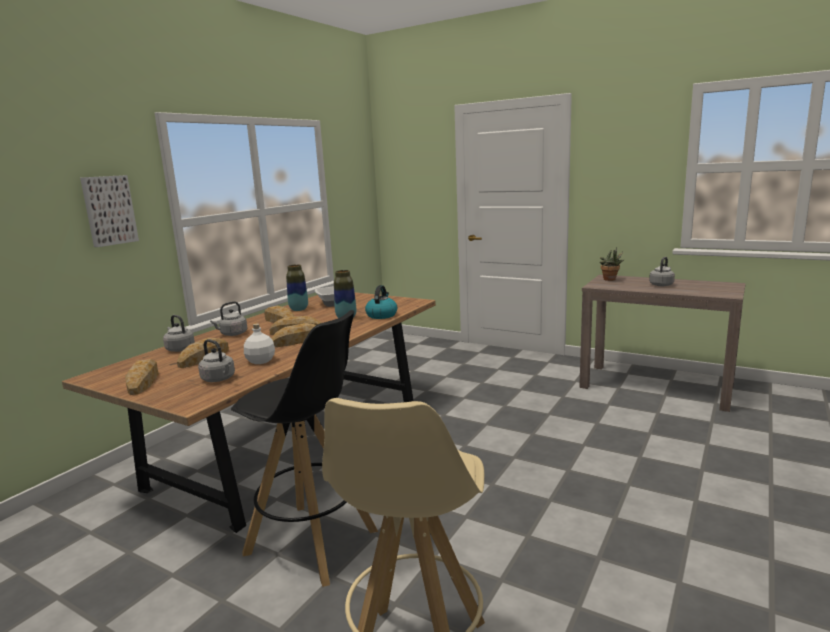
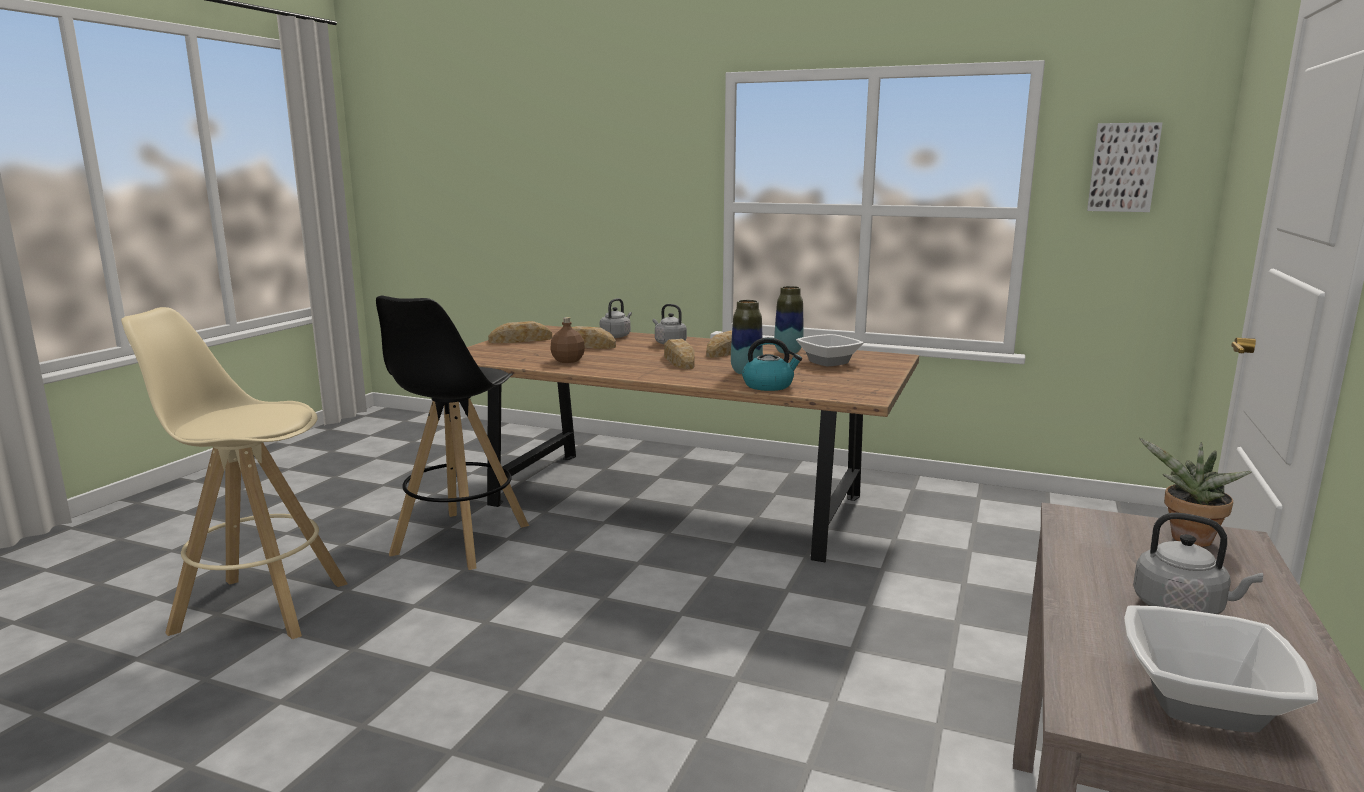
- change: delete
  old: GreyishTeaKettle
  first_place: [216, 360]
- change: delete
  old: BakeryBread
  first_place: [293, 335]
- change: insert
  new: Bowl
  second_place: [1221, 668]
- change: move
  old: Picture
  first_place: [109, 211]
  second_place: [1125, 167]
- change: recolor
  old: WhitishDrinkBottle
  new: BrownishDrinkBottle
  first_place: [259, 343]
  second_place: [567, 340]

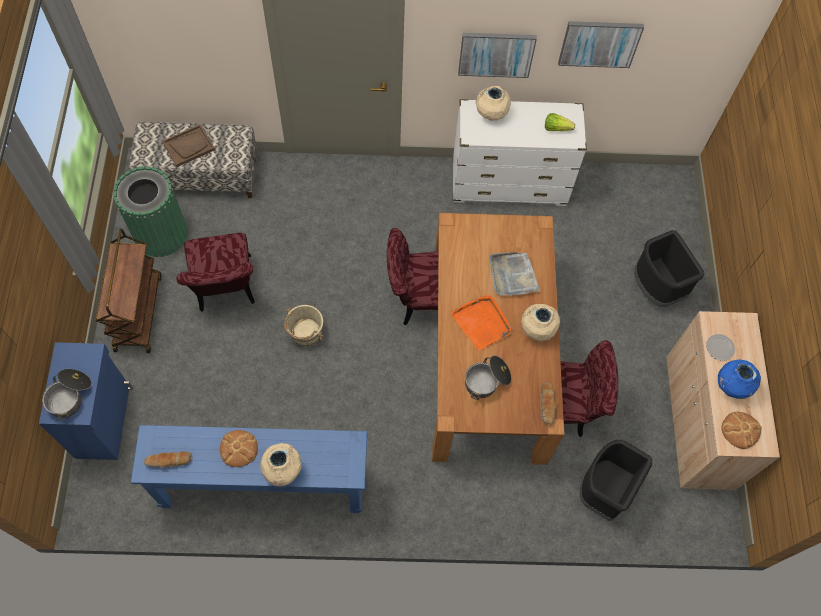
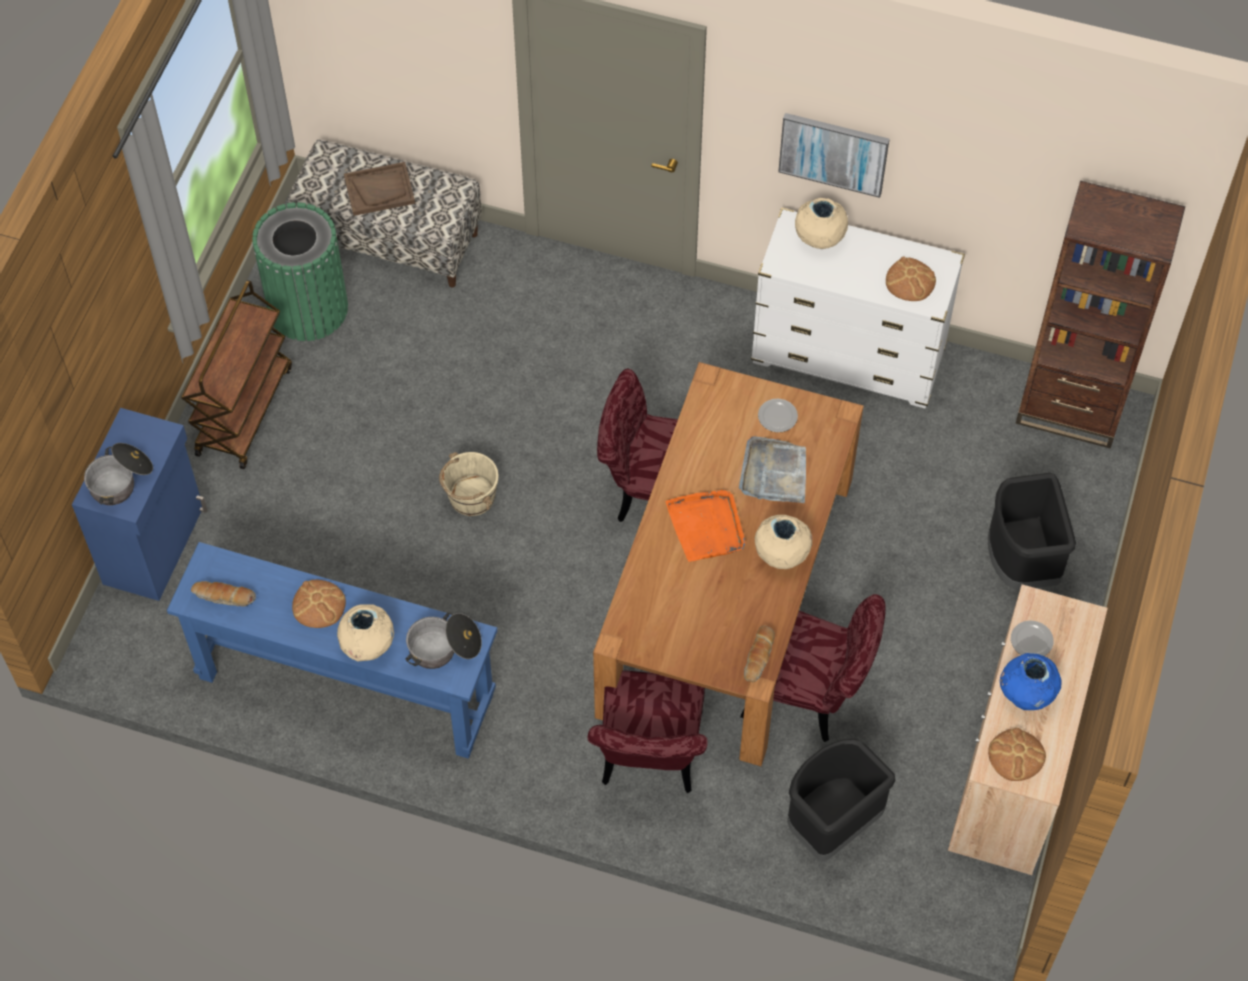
- change: delete
  old: Picture
  first_place: [601, 44]
- change: insert
  new: FlatDish
  second_place: [778, 415]
- change: insert
  new: BrownishShelvingUnit
  second_place: [1100, 314]
- change: move
  old: RedUprightChair
  first_place: [216, 272]
  second_place: [647, 731]
- change: move
  old: CookingPot
  first_place: [488, 378]
  second_place: [444, 641]
- change: replace
  old: HeadOfLettuce
  new: BakeryBread
  first_place: [560, 122]
  second_place: [911, 279]

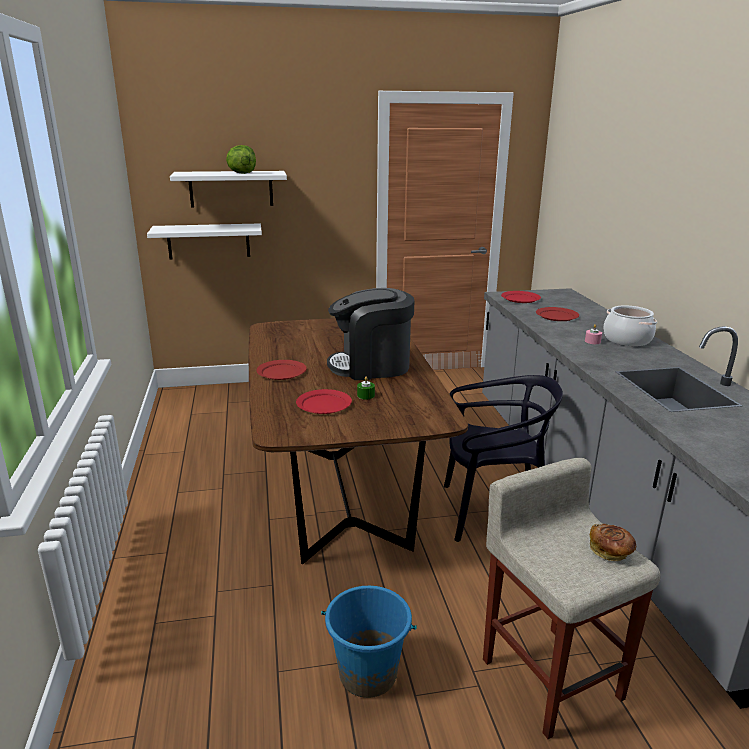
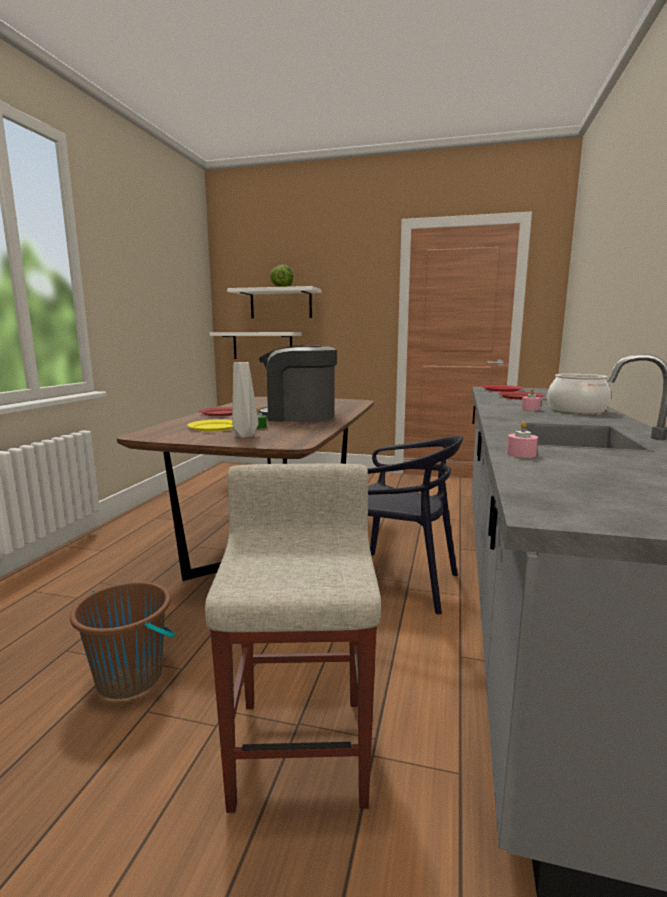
- change: delete
  old: BakeryBread
  first_place: [613, 542]
- change: insert
  new: GreyishVase
  second_place: [245, 400]
- change: insert
  new: PinkWaxLight
  second_place: [522, 439]
- change: recolor
  old: RedFlatDish
  new: YellowColouredFlatDish
  first_place: [324, 401]
  second_place: [210, 425]
- change: recolor
  old: BlueBucket
  new: BrownishBucket
  first_place: [369, 642]
  second_place: [122, 640]

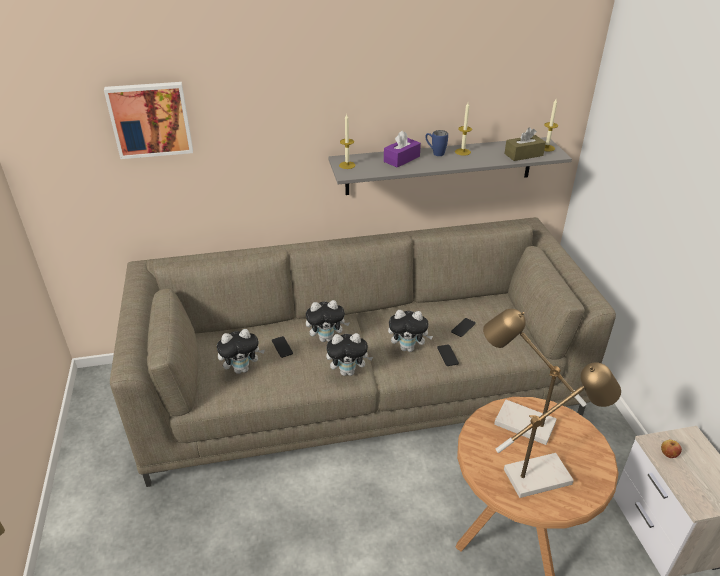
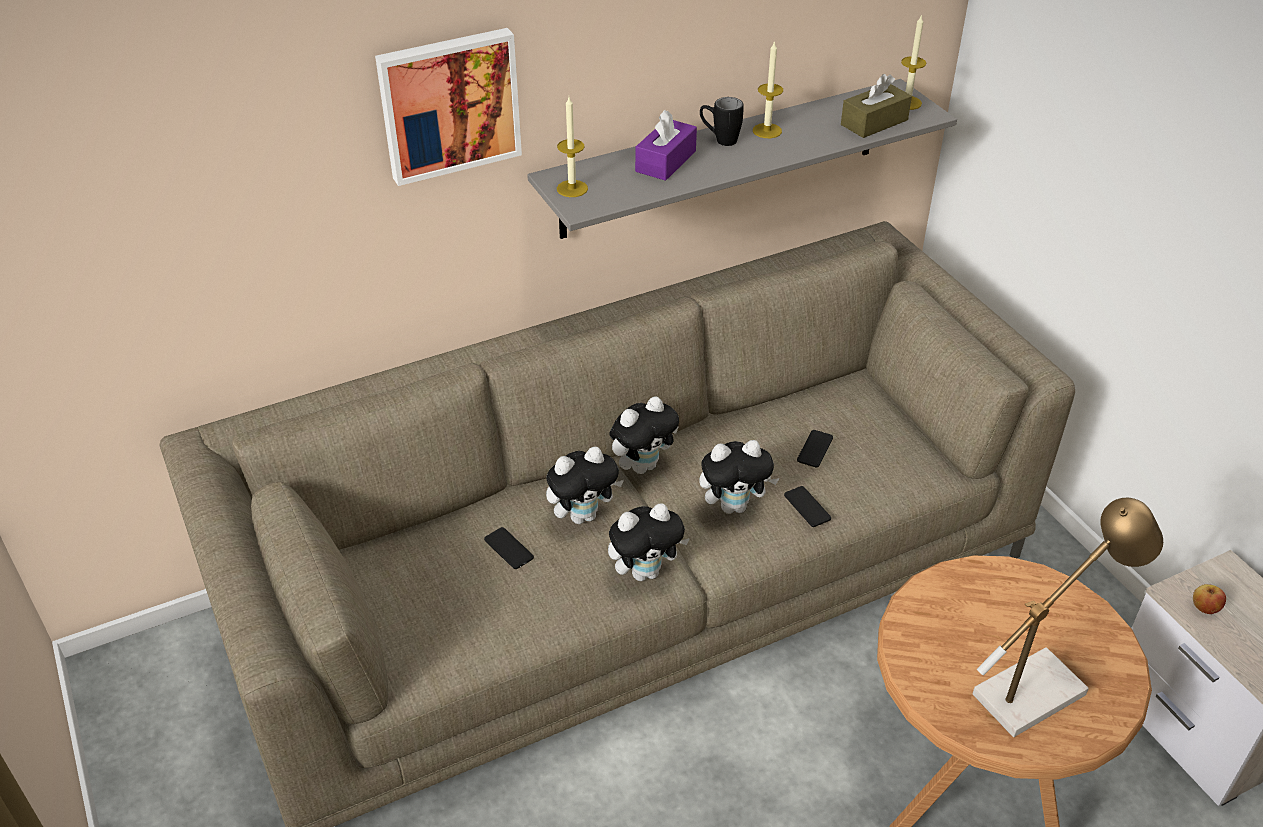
- change: delete
  old: TableLamp
  first_place: [535, 377]
- change: move
  old: Picture
  first_place: [148, 120]
  second_place: [448, 107]
- change: move
  old: CuddlyToy
  first_place: [241, 351]
  second_place: [644, 435]
- change: recolor
  old: BlueCoffeeMug
  new: BlackishCoffeeMug
  first_place: [437, 143]
  second_place: [722, 121]

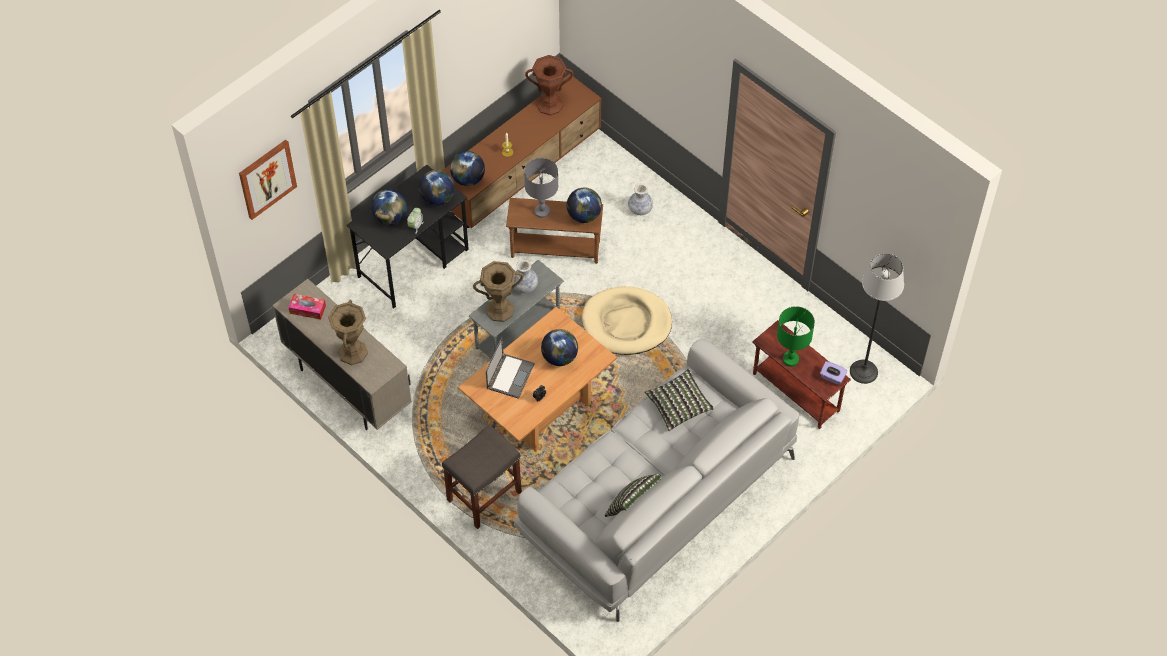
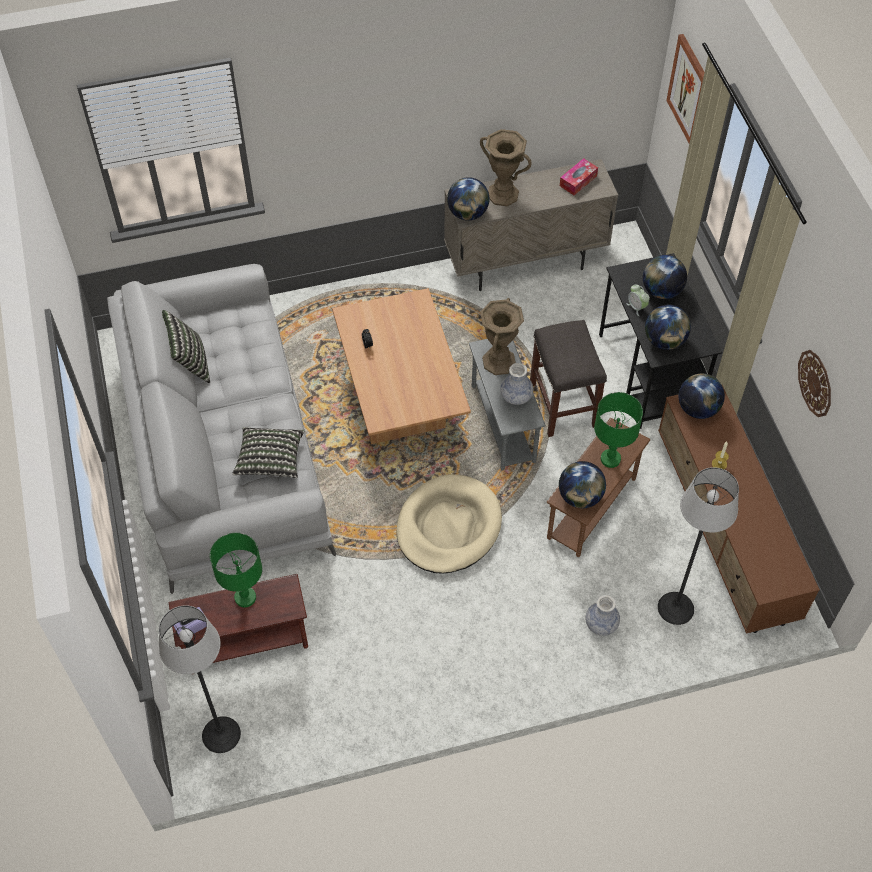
- change: delete
  old: NotebookComputer
  first_place: [510, 368]
- change: delete
  old: BrownishVase
  first_place: [549, 85]
- change: insert
  new: FloorLamp
  second_place: [698, 546]
- change: insert
  new: WallClock
  second_place: [814, 383]
- change: move
  old: GreyishStool
  first_place: [482, 477]
  second_place: [568, 378]
- change: move
  old: Globe
  first_place: [559, 347]
  second_place: [468, 199]
- change: recolor
  old: GreyishTableLamp
  new: GreenColouredTableLamp
  first_place: [541, 188]
  second_place: [618, 430]

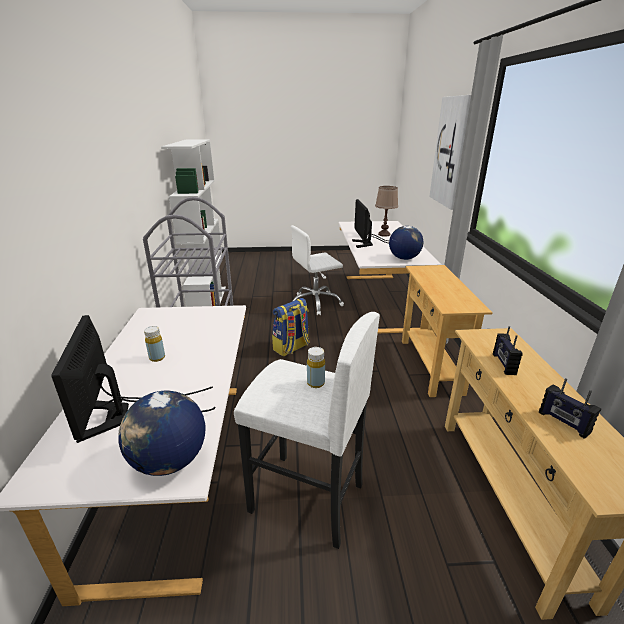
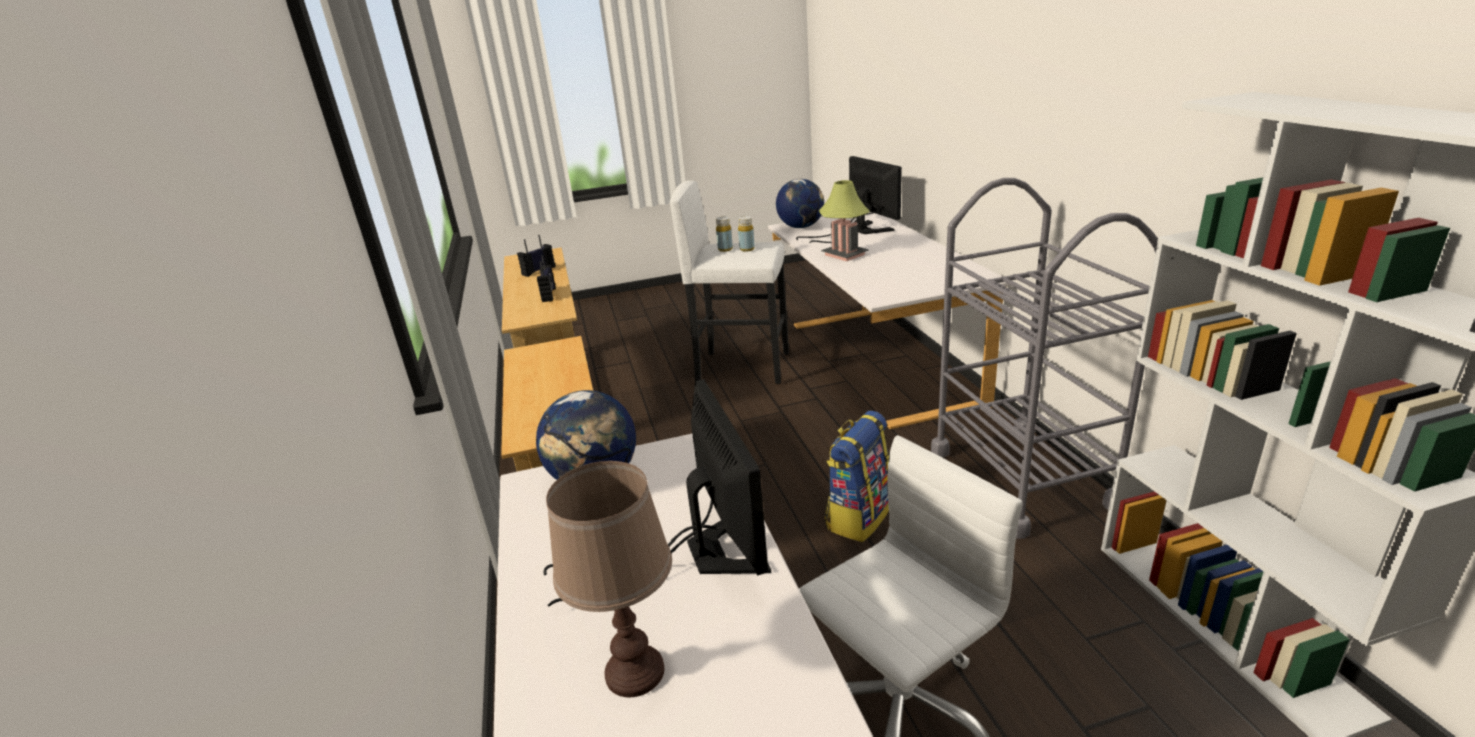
- change: delete
  old: Picture
  first_place: [450, 152]
- change: insert
  new: TableLamp
  second_place: [844, 220]
- change: move
  old: YellowColouredDrinkBottle
  first_place: [154, 344]
  second_place: [746, 234]
- change: rotate
  old: RadioReceiver
  first_place: [570, 408]
  second_place: [536, 256]
  degrees: -90

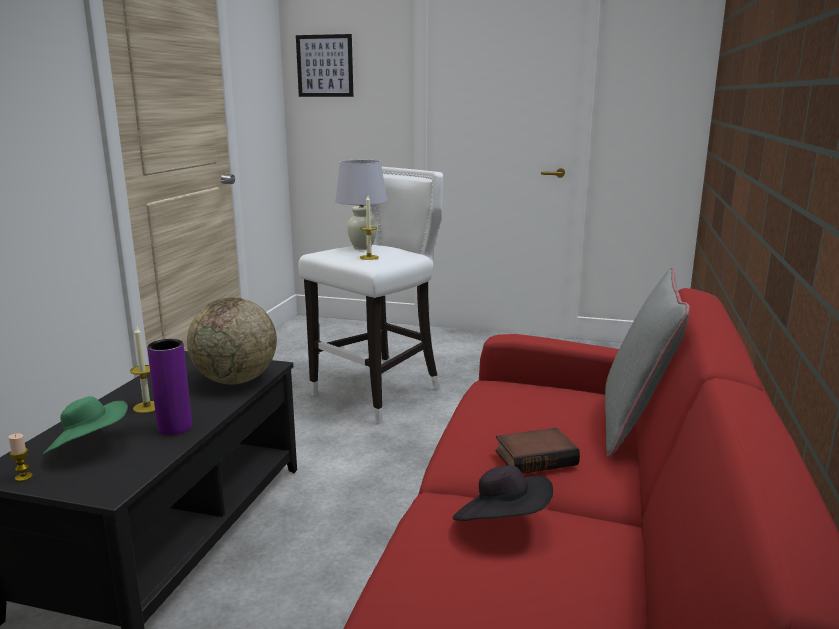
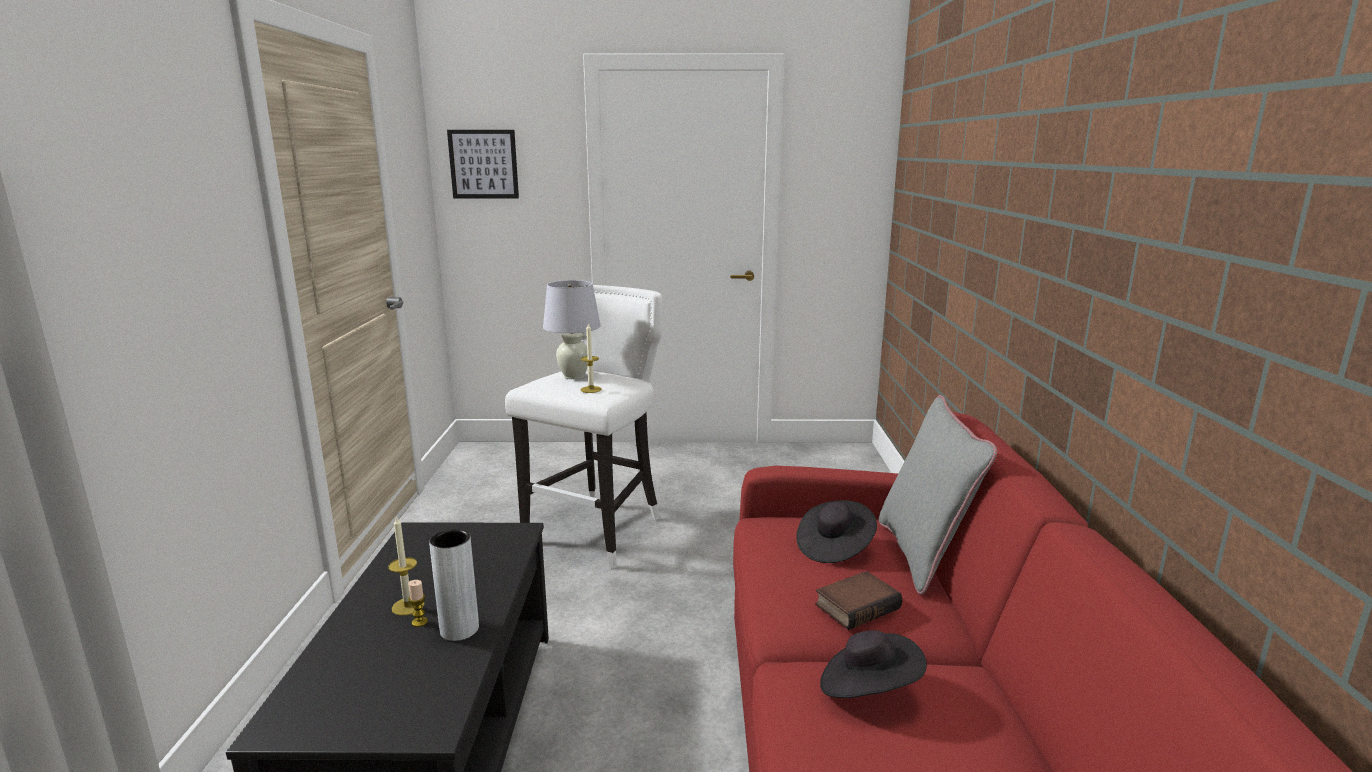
- change: delete
  old: GreenColouredClothingHat
  first_place: [85, 425]
- change: delete
  old: Globe
  first_place: [232, 341]
- change: insert
  new: BlackishClothingHat
  second_place: [836, 531]
- change: move
  old: WaxLight
  first_place: [20, 457]
  second_place: [418, 603]
- change: recolor
  old: PurplishVase
  new: GreyishVase
  first_place: [169, 387]
  second_place: [454, 585]

